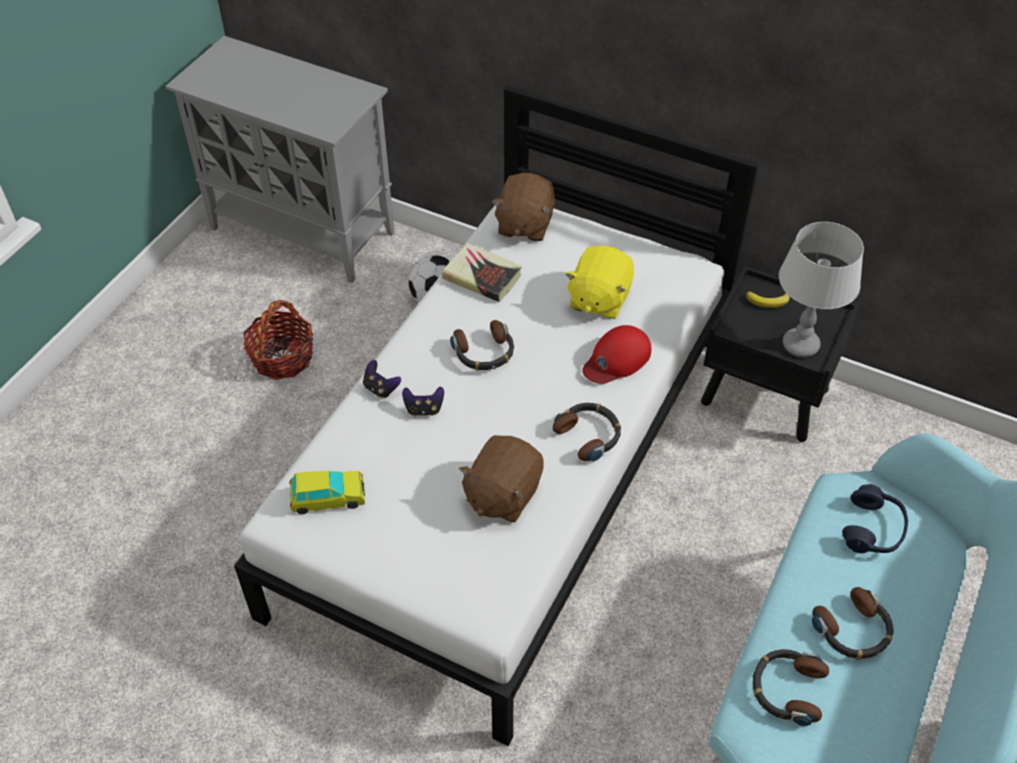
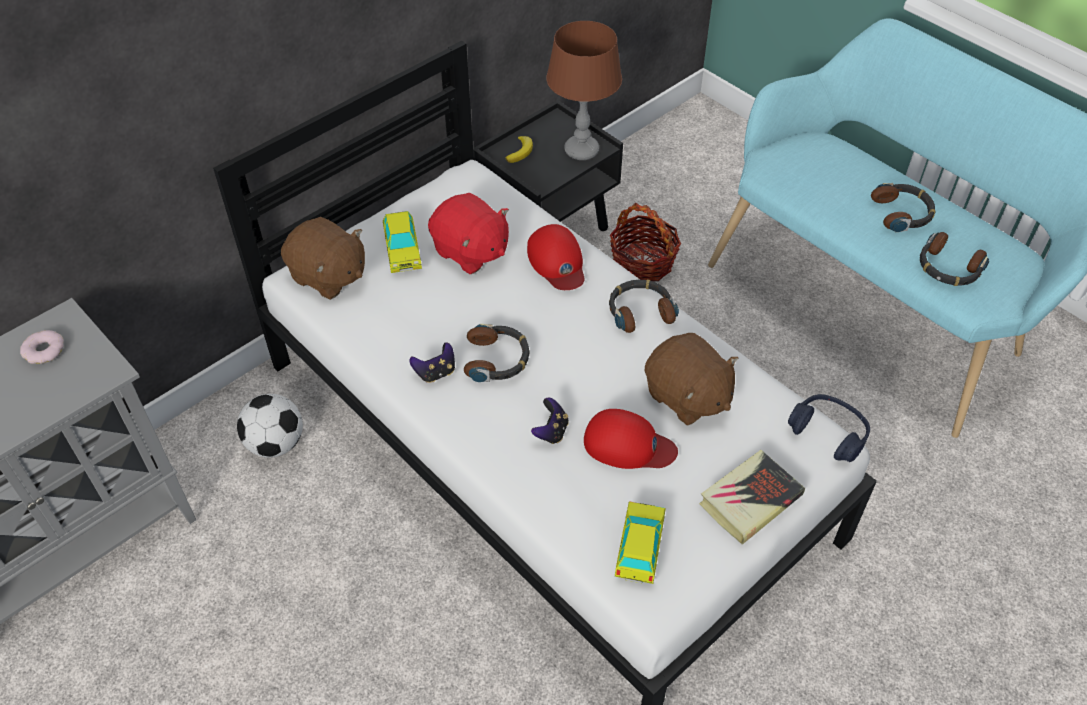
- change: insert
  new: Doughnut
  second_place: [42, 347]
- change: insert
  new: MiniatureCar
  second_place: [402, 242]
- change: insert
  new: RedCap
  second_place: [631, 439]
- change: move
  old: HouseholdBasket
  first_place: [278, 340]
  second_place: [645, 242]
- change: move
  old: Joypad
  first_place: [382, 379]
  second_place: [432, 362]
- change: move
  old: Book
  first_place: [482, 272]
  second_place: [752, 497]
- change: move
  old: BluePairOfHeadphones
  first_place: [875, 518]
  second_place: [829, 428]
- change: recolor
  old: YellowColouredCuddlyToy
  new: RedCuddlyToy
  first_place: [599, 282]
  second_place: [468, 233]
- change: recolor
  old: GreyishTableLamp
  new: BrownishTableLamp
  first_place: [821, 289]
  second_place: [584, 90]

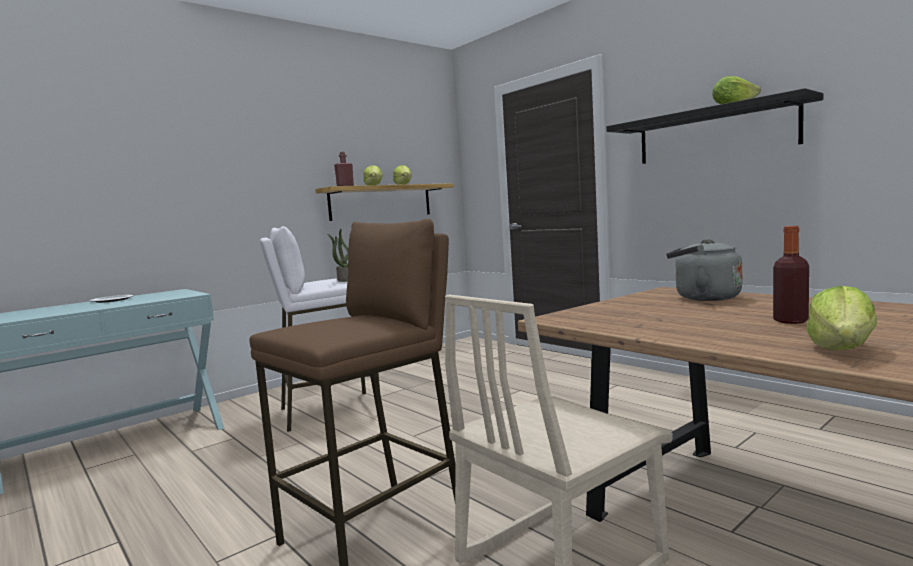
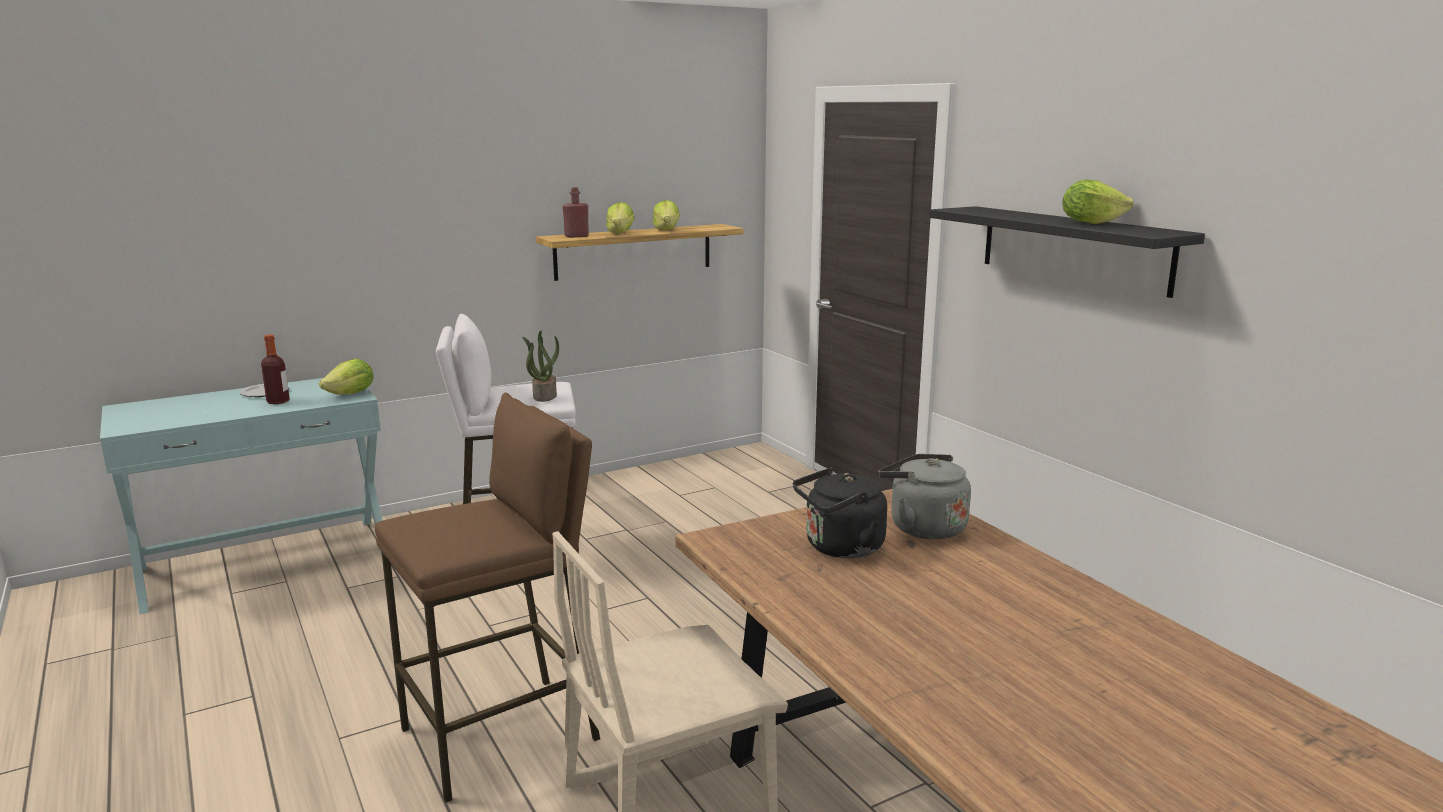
- change: insert
  new: BlackishTeaKettle
  second_place: [840, 512]
- change: move
  old: DrinkBottle
  first_place: [791, 275]
  second_place: [275, 369]
- change: move
  old: HeadOfLettuce
  first_place: [842, 318]
  second_place: [346, 377]

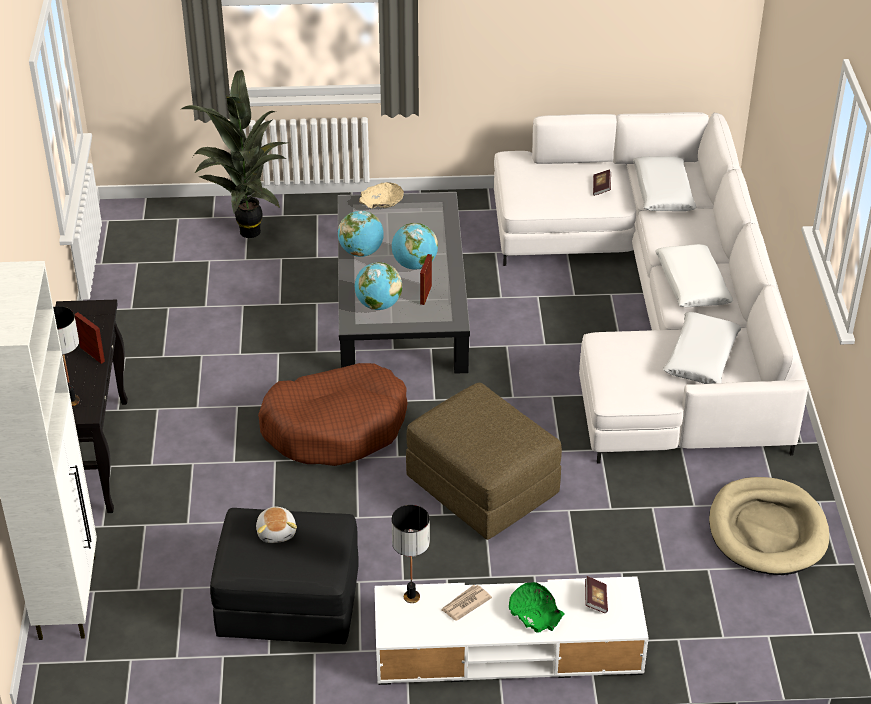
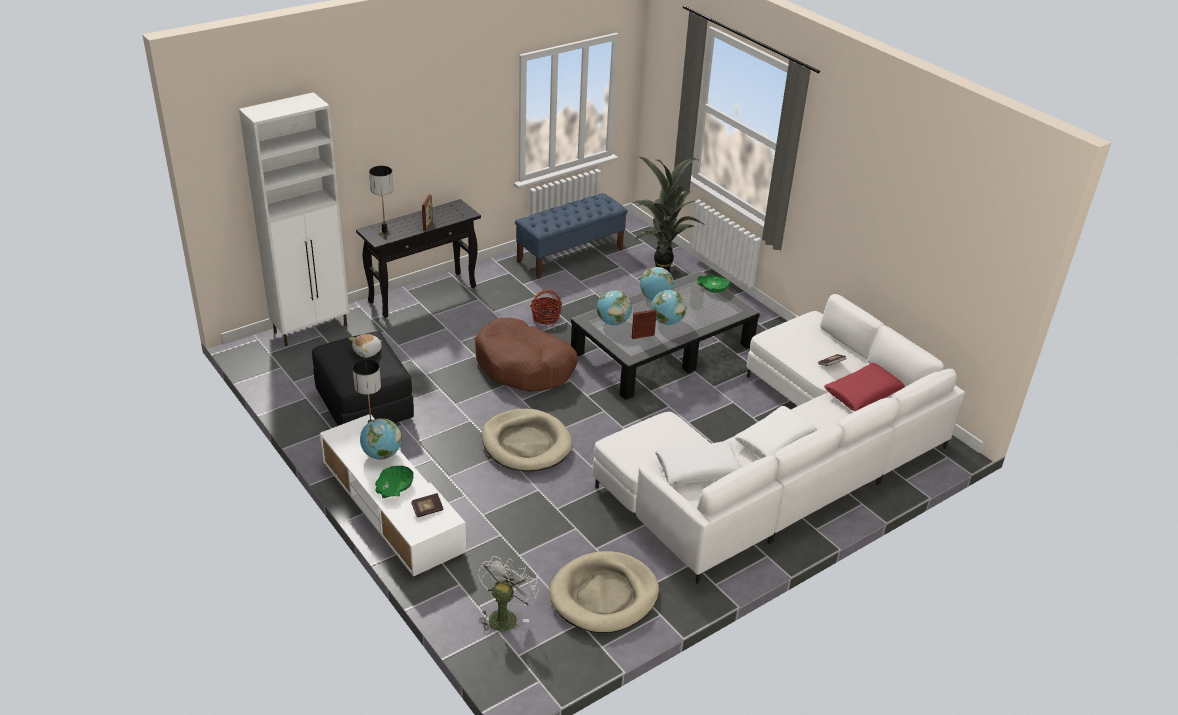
- change: insert
  new: WhitishElectricFan
  second_place: [508, 595]
- change: insert
  new: BlueLongSeat
  second_place: [571, 236]
- change: insert
  new: HouseholdBasket
  second_place: [546, 307]
- change: replace
  old: BrownishFootrest
  new: BeigeColouredPetBed
  first_place: [484, 461]
  second_place: [527, 440]
- change: replace
  old: PrintedPaper
  new: Globe
  first_place: [467, 603]
  second_place: [381, 439]
- change: recolor
  old: BeigeColouredBowl
  new: GreenColouredBowl
  first_place: [381, 195]
  second_place: [713, 284]
- change: recolor
  old: WhitishThrowPillow
  new: RedThrowPillow
  first_place: [665, 184]
  second_place: [864, 387]

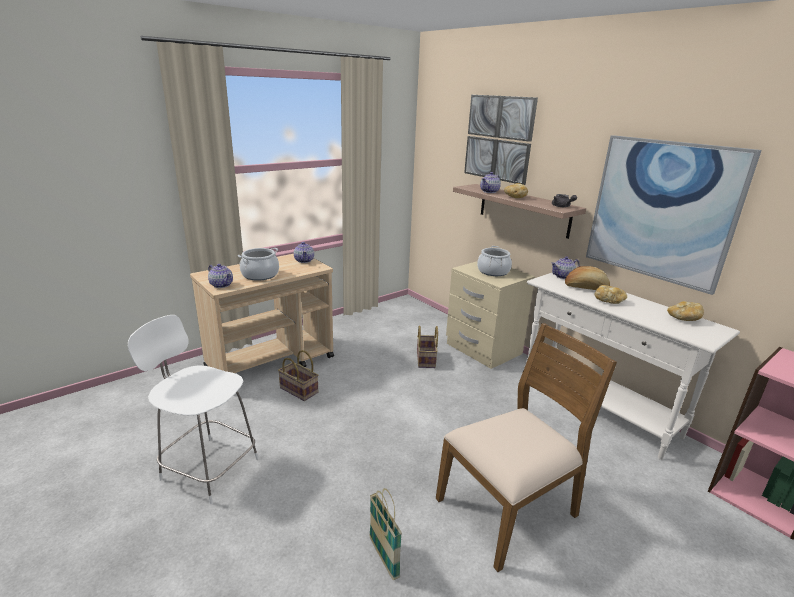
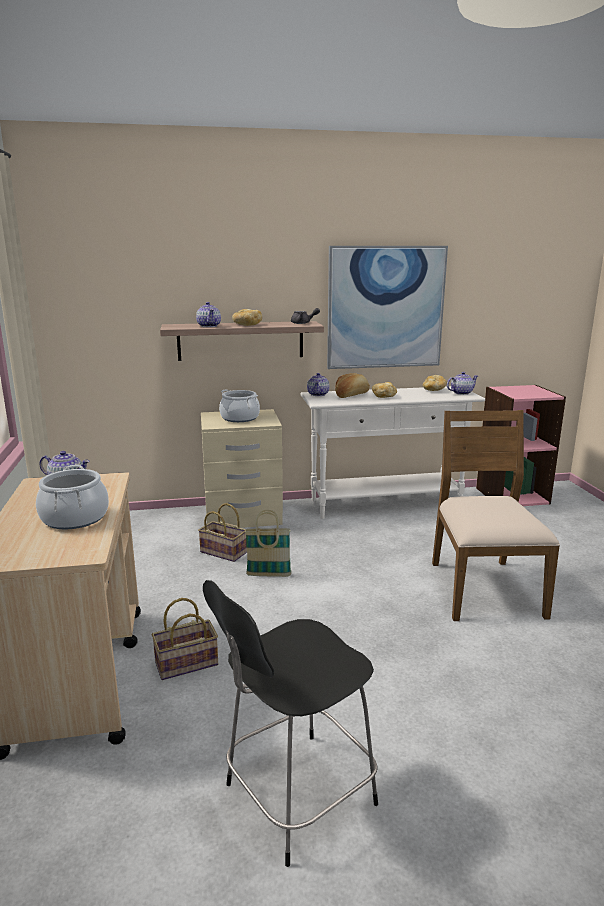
- change: delete
  old: Picture
  first_place: [501, 140]
- change: move
  old: PotForTea
  first_place: [220, 276]
  second_place: [462, 383]
- change: move
  old: HouseholdBasket
  first_place: [385, 534]
  second_place: [268, 543]
- change: recolor
  old: WhitishUprightChair
  new: BlackishUprightChair
  first_place: [193, 409]
  second_place: [290, 723]

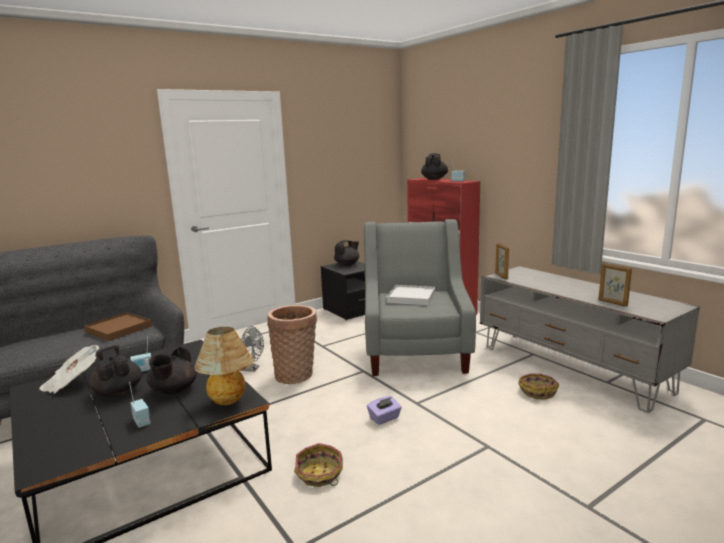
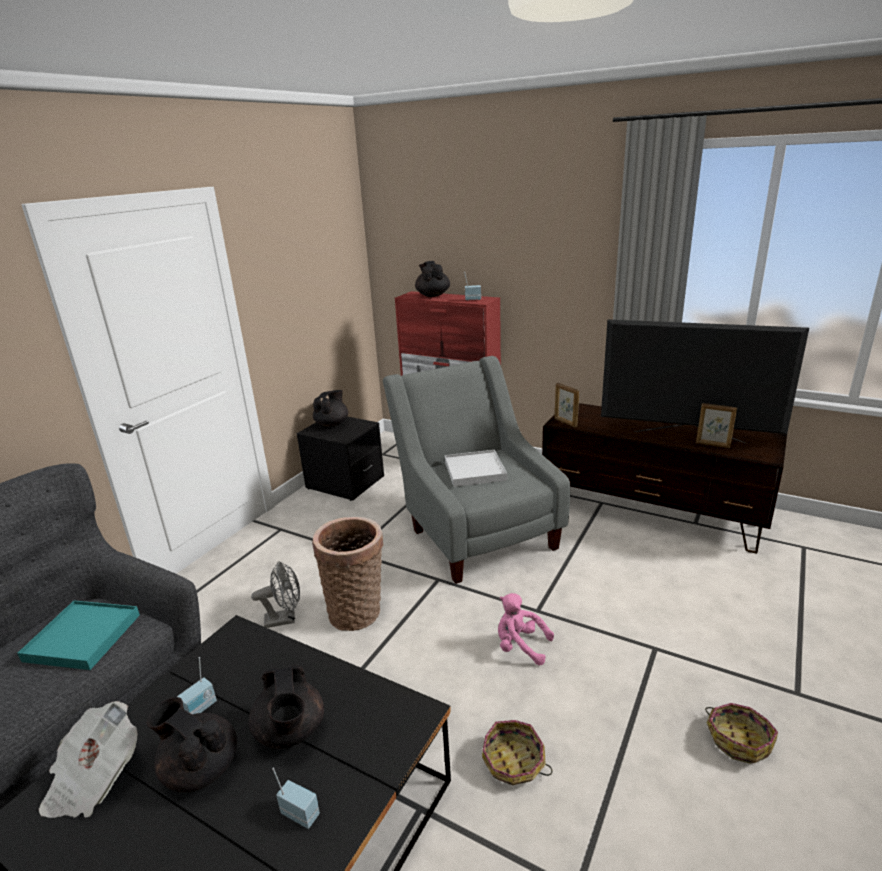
- change: delete
  old: TableLamp
  first_place: [224, 366]
- change: insert
  new: Television
  second_place: [705, 381]
- change: move
  old: HouseholdBasket
  first_place: [538, 386]
  second_place: [741, 733]
- change: replace
  old: PurplishTissueHolder
  new: PinkCuddlyToy
  first_place: [384, 410]
  second_place: [526, 629]
- change: recolor
  old: BrownishServingTray
  new: BlueGreenServingTray
  first_place: [118, 326]
  second_place: [78, 635]
- change: recolor
  old: GreyishMediaConsole
  new: BrownishMediaConsole
  first_place: [590, 339]
  second_place: [664, 478]

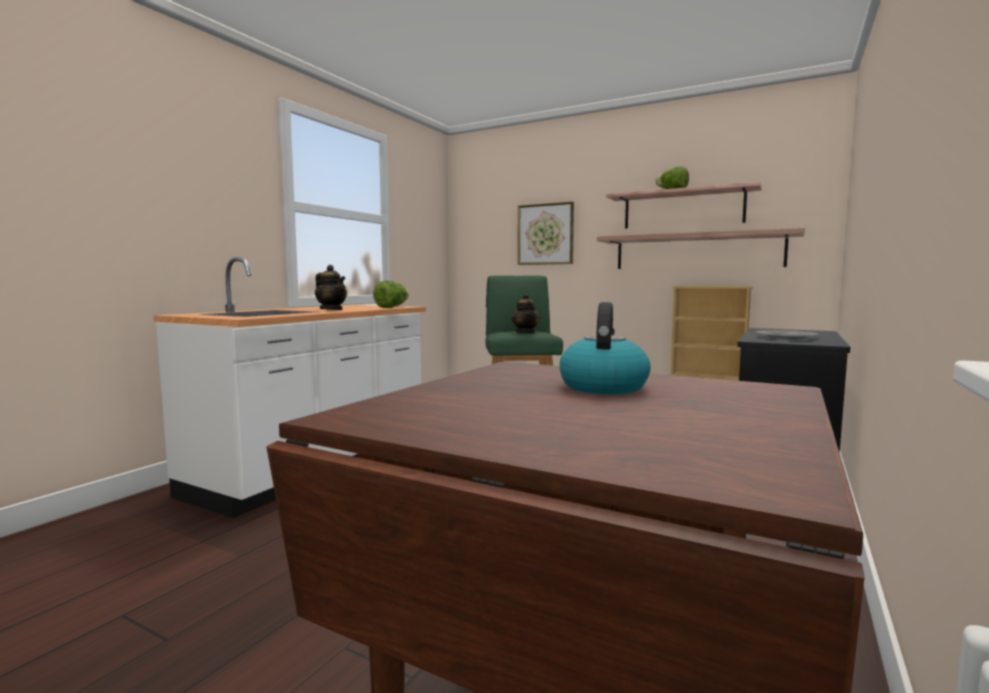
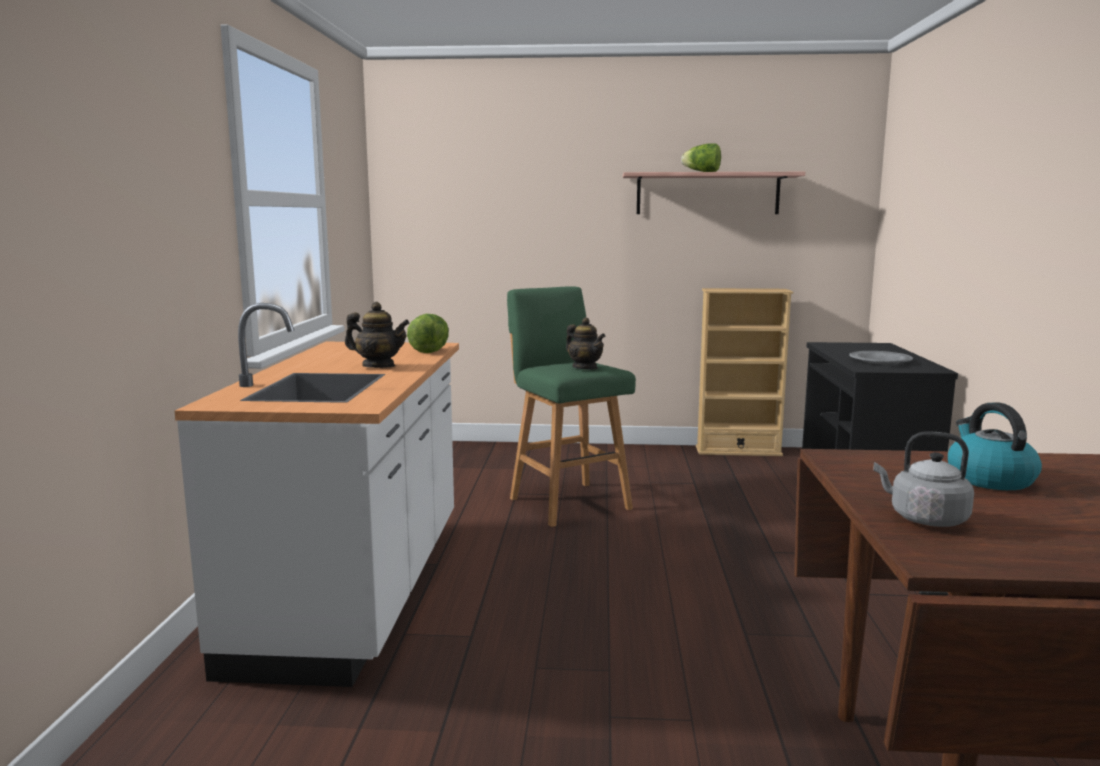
- change: delete
  old: Picture
  first_place: [545, 233]
- change: delete
  old: WallShelf
  first_place: [701, 248]
- change: insert
  new: GreyishTeaKettle
  second_place: [924, 479]

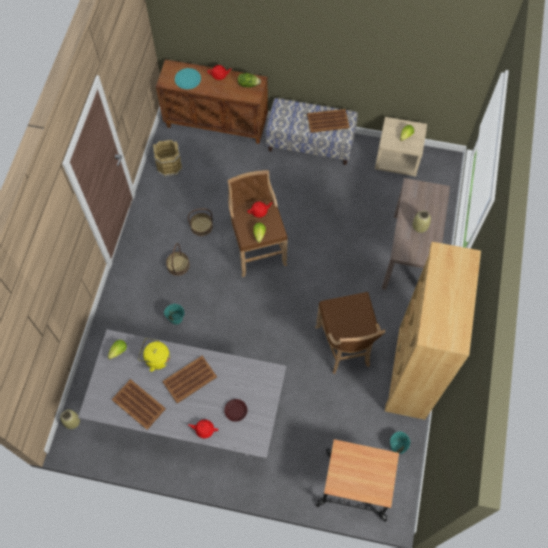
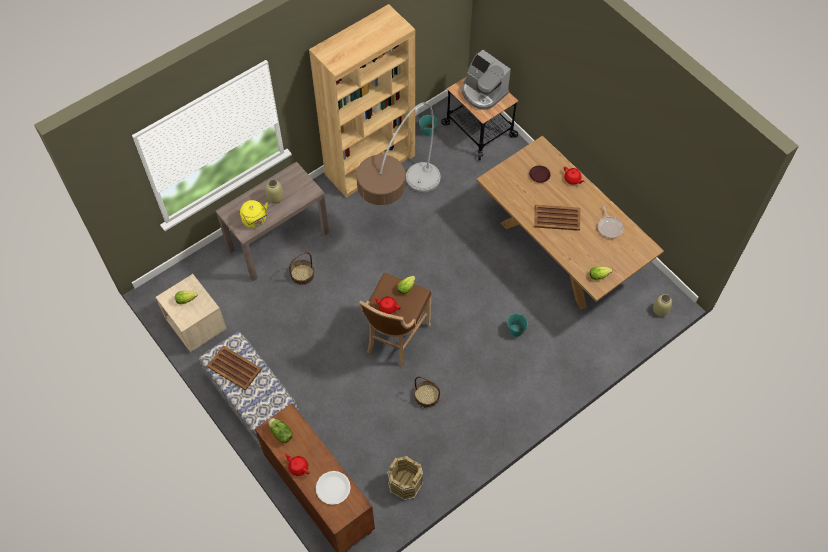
- change: insert
  new: CoffeeMaker
  second_place: [486, 80]
- change: move
  old: YellowColouredTeaKettle
  first_place: [154, 355]
  second_place: [254, 214]
- change: move
  old: HouseholdBasket
  first_place: [178, 259]
  second_place: [302, 268]
- change: replace
  old: BrownishServingTray
  new: Skillet
  first_place: [138, 404]
  second_place: [610, 221]
- change: replace
  old: BrownishStool
  new: FloorLamp
  first_place: [350, 333]
  second_place: [398, 153]
- change: recolor
  old: GreyishKitchenTable
  new: BrownishKitchenTable
  first_place: [182, 394]
  second_place: [570, 223]
- change: recolor
  old: BlueGreenFlatDish
  new: WhitishFlatDish
  first_place: [188, 78]
  second_place: [333, 488]

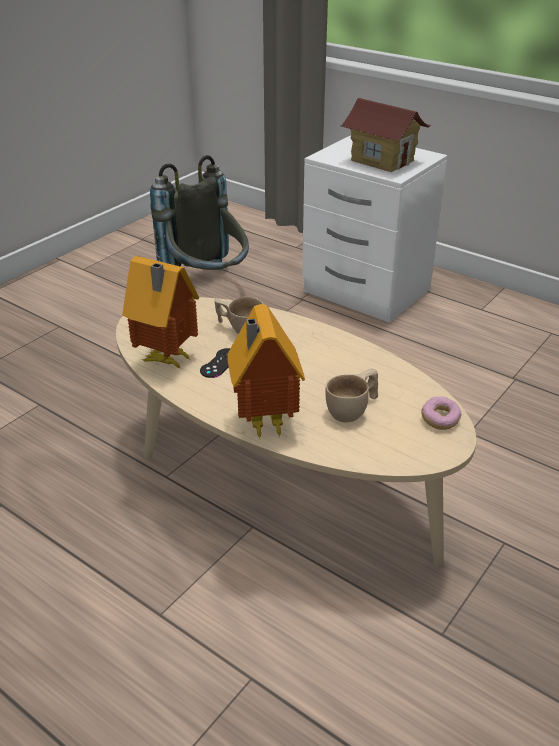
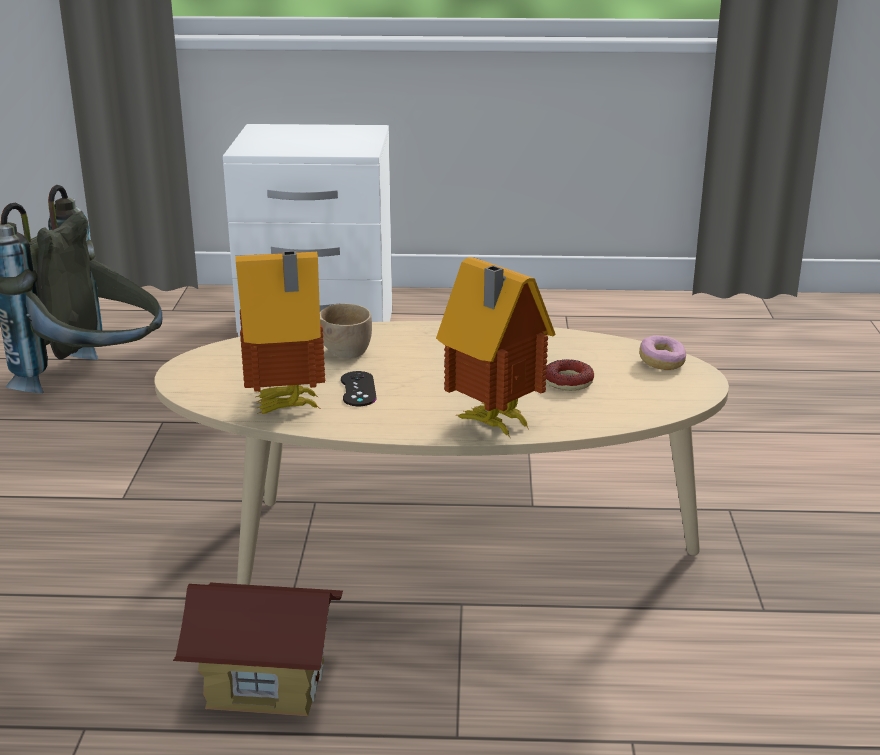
- change: move
  old: ToyHouse
  first_place: [385, 135]
  second_place: [258, 649]
- change: replace
  old: BeigeColouredCup
  new: Doughnut
  first_place: [351, 395]
  second_place: [570, 375]

